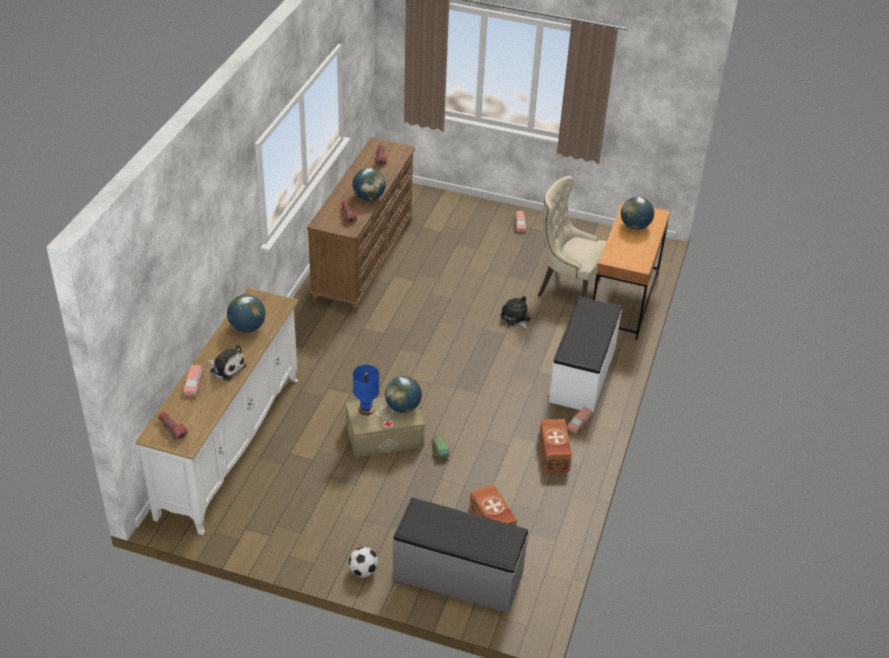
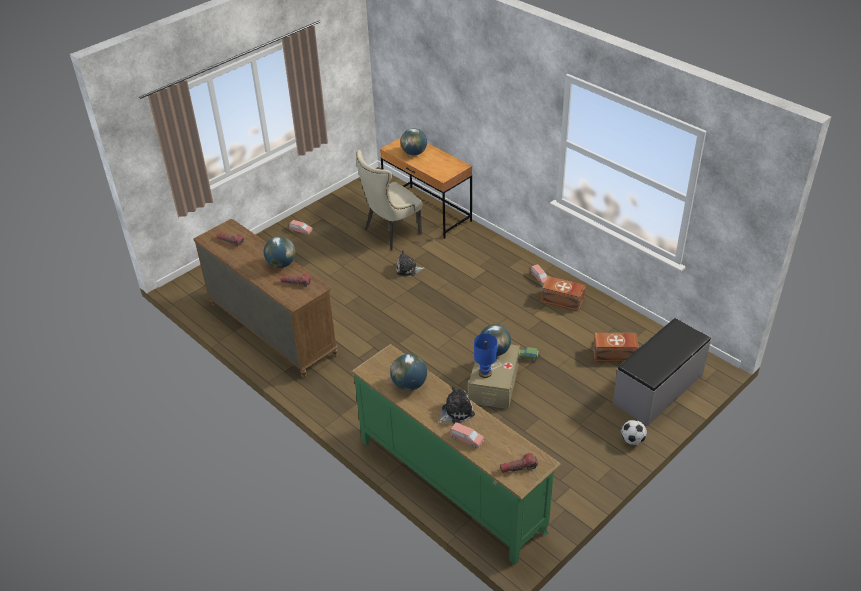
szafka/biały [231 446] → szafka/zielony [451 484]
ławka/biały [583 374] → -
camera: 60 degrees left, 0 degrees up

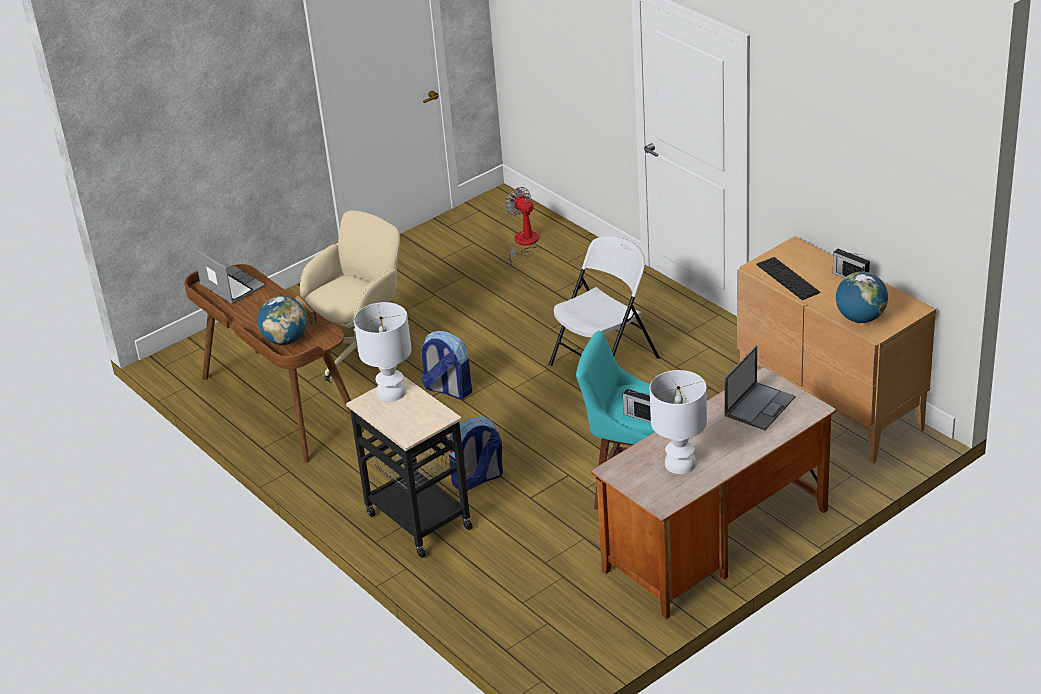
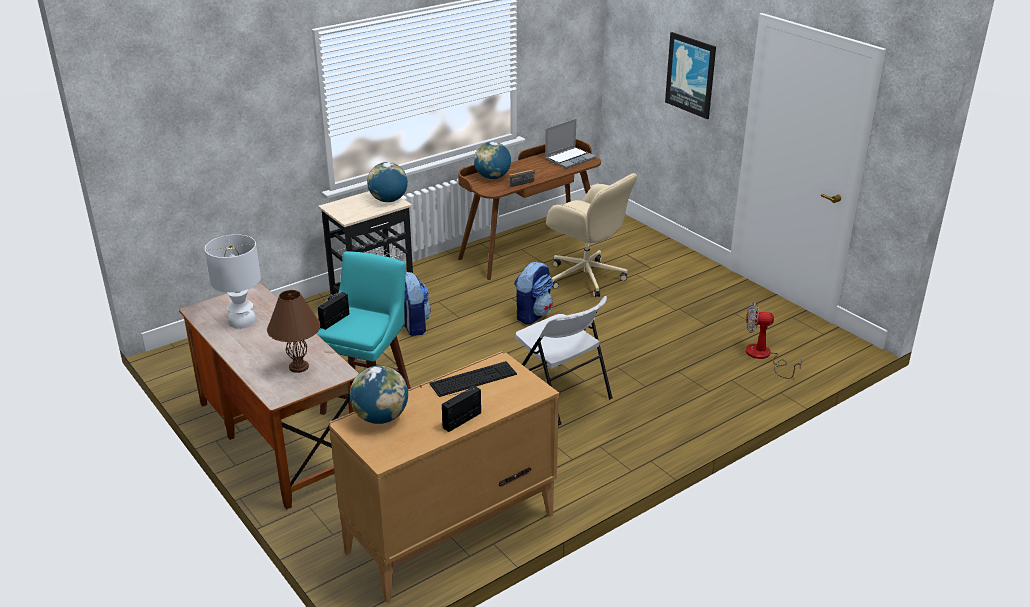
wentylator [524 244] → wentylator [764 357], 135 degrees counterclockwise
lampa stołowa/biały [390 393] → globus [388 200]
laptop [760 406] → lampa stołowa/brązowy [299 367]
- → obraz [691 75]
camera: 90 degrees right, 5 degrees down

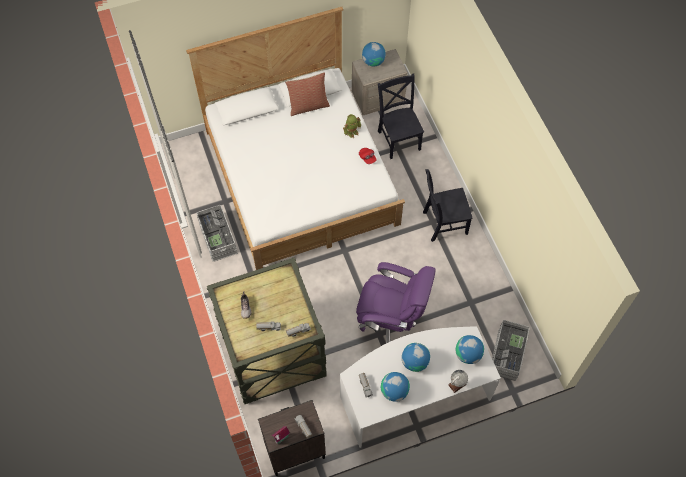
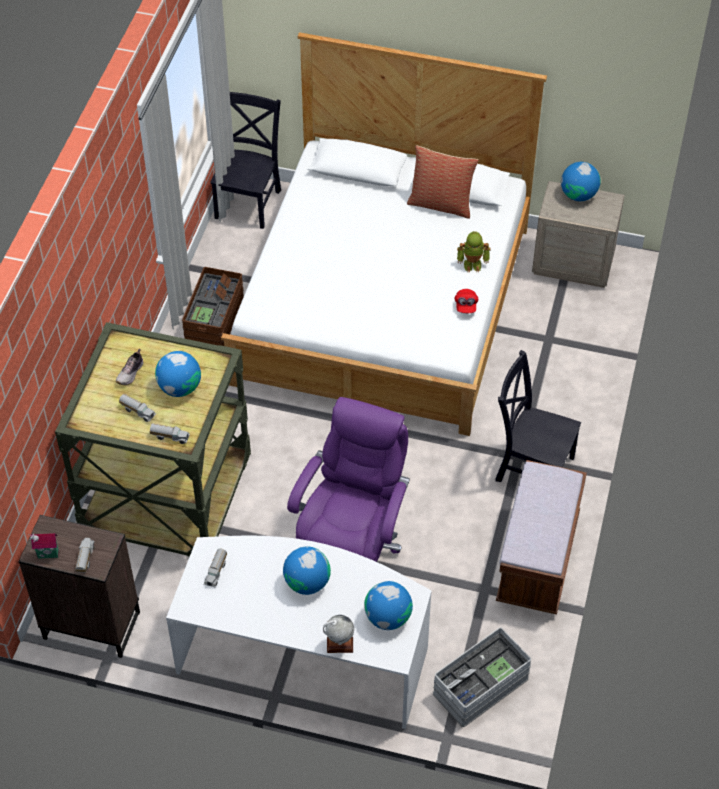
krzesło/czarny [398 138] → krzesło/czarny [249 202], shifted
pojemnik do przechowywania/szary [217 238] → pojemnik do przechowywania/brązowy [213 318]
krzesło biurowe/fioletowy [390 320] → krzesło biurowe/fioletowy [352 545], 120 degrees counterclockwise
globus [394 391] → globus [180 387], shifted
- → ławka/brązowy [538 559]
camera: 35 degrees right, 10 degrees down

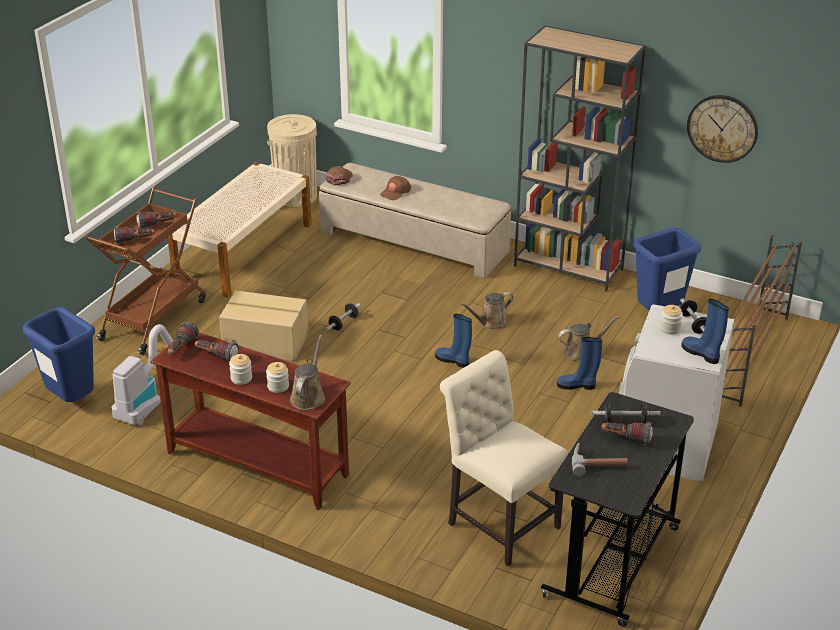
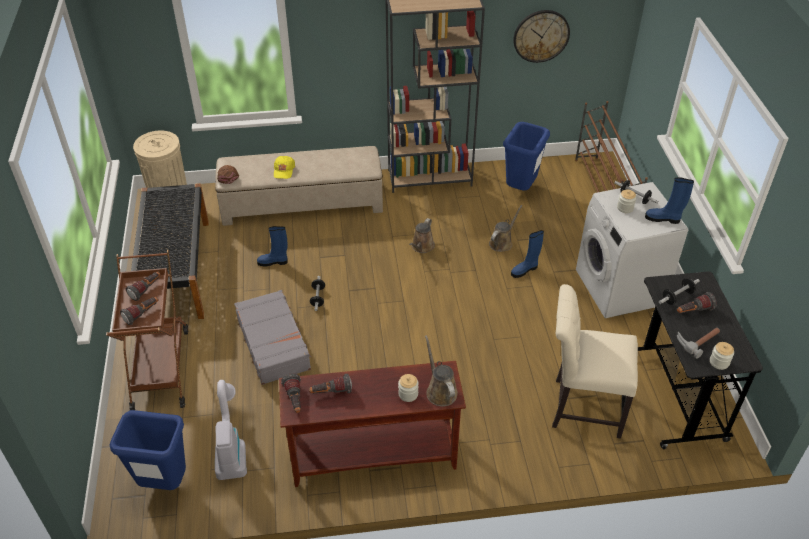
ławka/beżowy [243 251] → ławka/czarny [176 270]
czapka z daszkiem/brązowy [395 192] → czapka z daszkiem/żółty [284 170]
karton [266 341] → walizka/szary [274 343]
but z cholewką/niebieski [453 361] → but z cholewką/niebieski [273 262], shifted
słoik [241 378] → słoik [719 362], shifted
camera: 35 degrees left, 10 degrees up

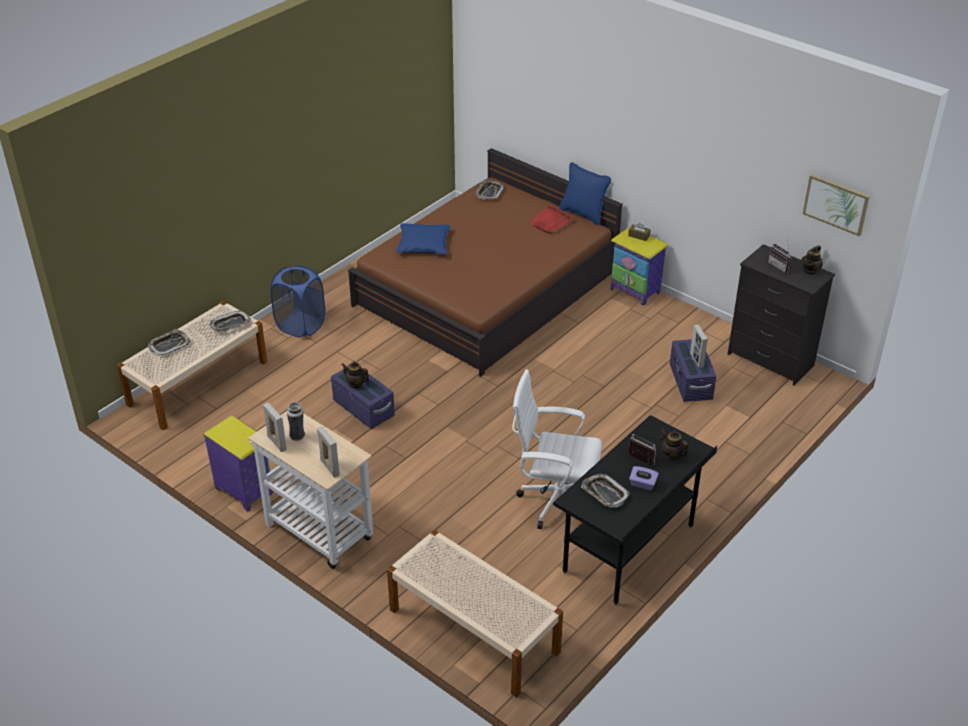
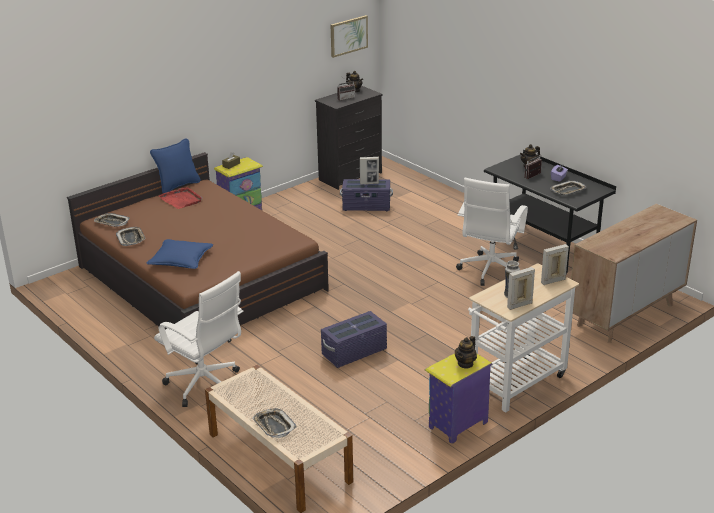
kosz na pranie/niebieski [300 325] → krzesło biurowe/biały [206 386]
taca [230 325] → taca [131 239], shifted
imbryk [356 384] → imbryk [465 363], shifted
ławka/beżowy [473 631] → komoda [626 315]
camera: 80 degrees left, 10 degrees down

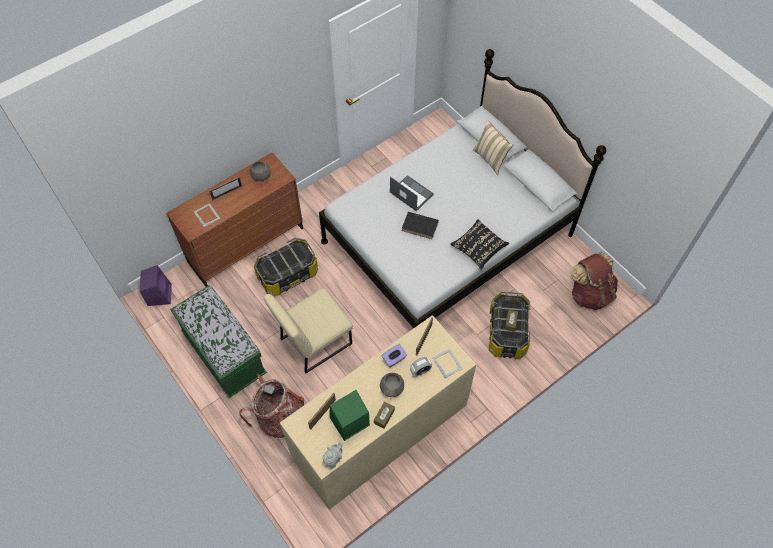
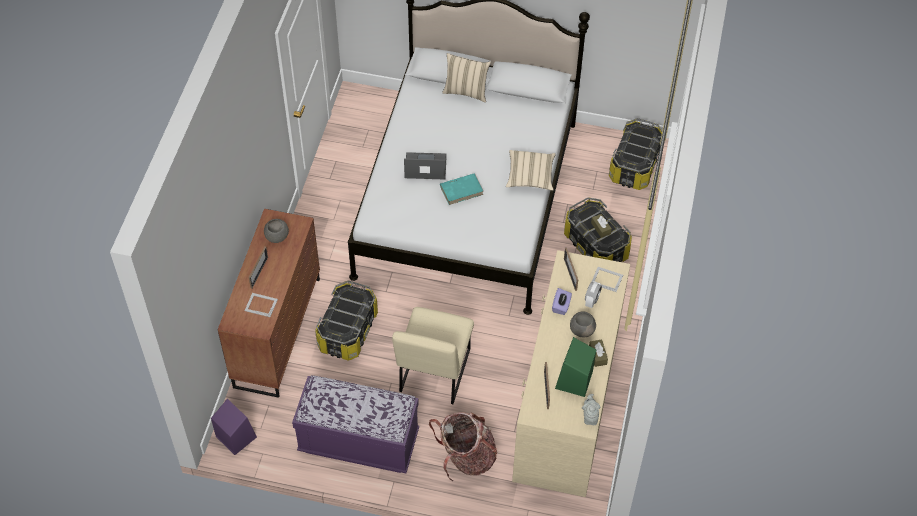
książka/czarny [420 226] → książka/turkusowy [461 190]
poduszka/czarny [478 248] → poduszka/beżowy [530 176]
plecak/brązowy [590 293] → pojemnik do przechowywania [634 165]
ławka/zielony [224 354] → ławka/fioletowy [358 442]
camera: 40 degrees left, 5 degrees down

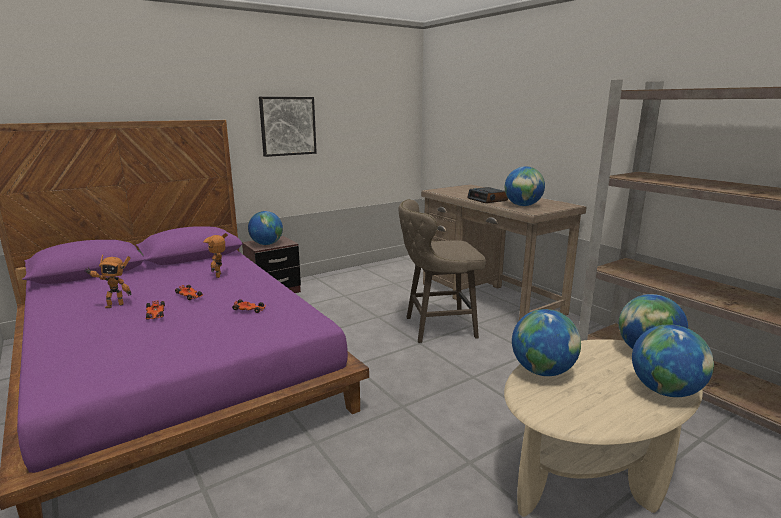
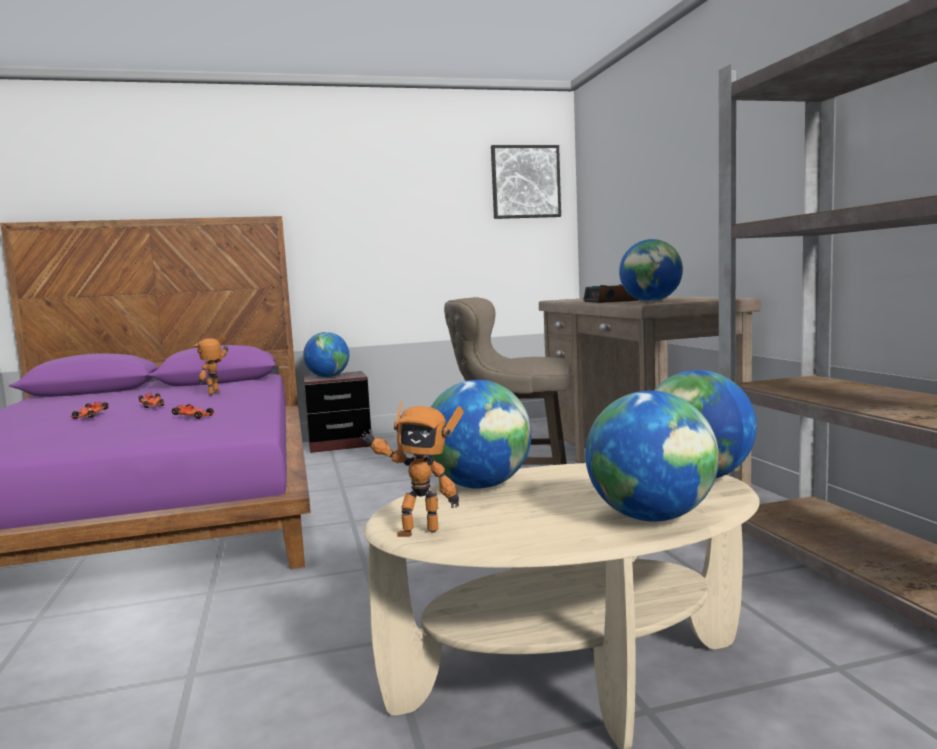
obraz [288 126] → obraz [525 182], shifted
robot zabawkowy [114 305] → robot zabawkowy [417 531], shifted
camera: 20 degrees right, 10 degrees down

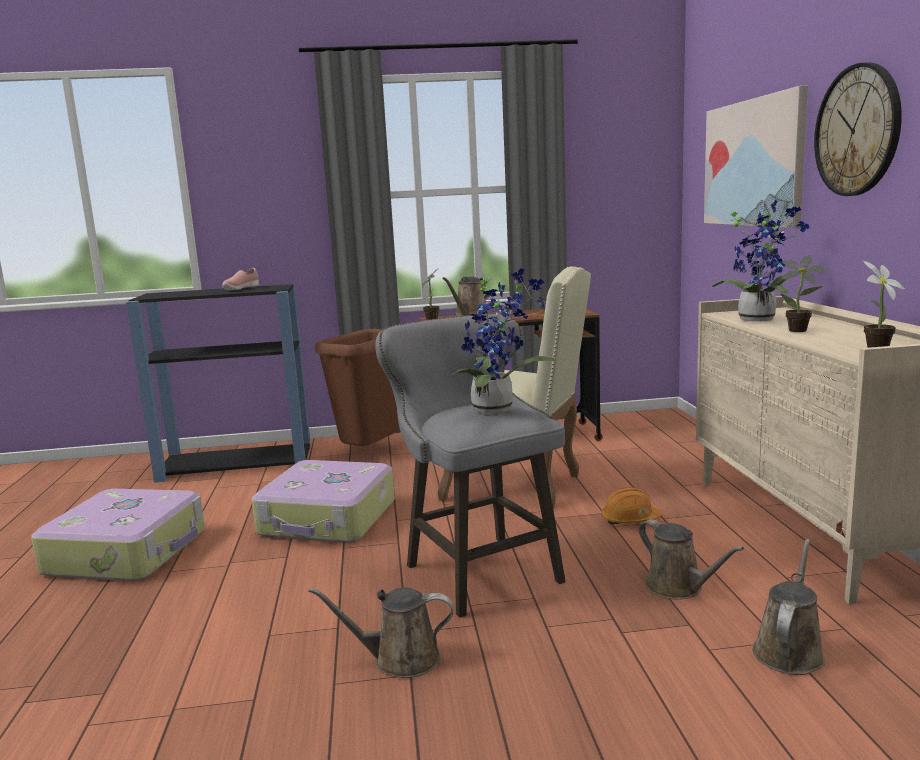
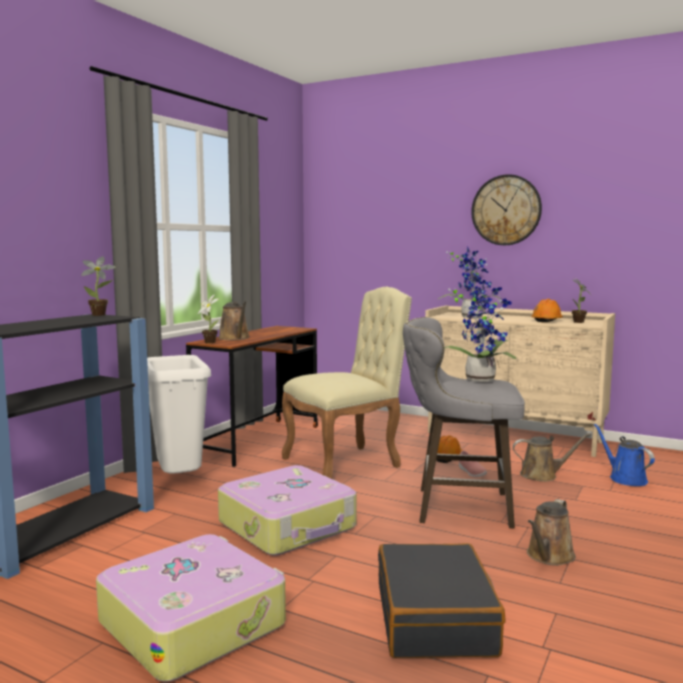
obraz [753 163] → -
roślina doniczkowa [800 331] → roślina doniczkowa [101 315], shifted
but/różowy [241 289] → but/różowy [471 473], shifted
kosz na śmieci/brązowy [371 454] → kosz na śmieci/biały [180 481]
konewka/brązowy [789 650] → konewka/niebieski [625 478]
- → kask/pomarańczowy [547 320]
- → walizka/czarny [435 618]
camera: 55 degrees left, 5 degrees down

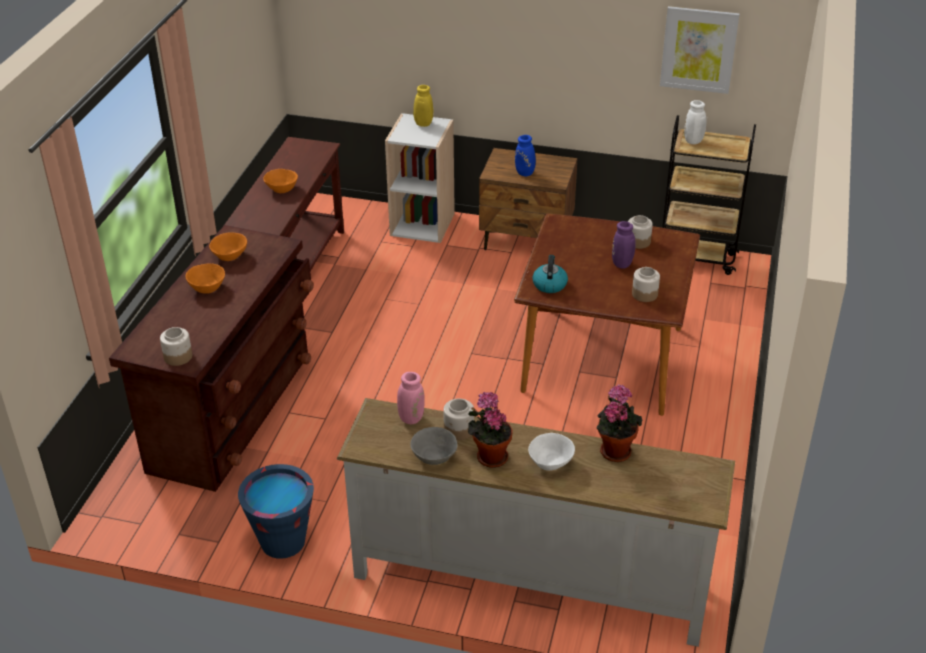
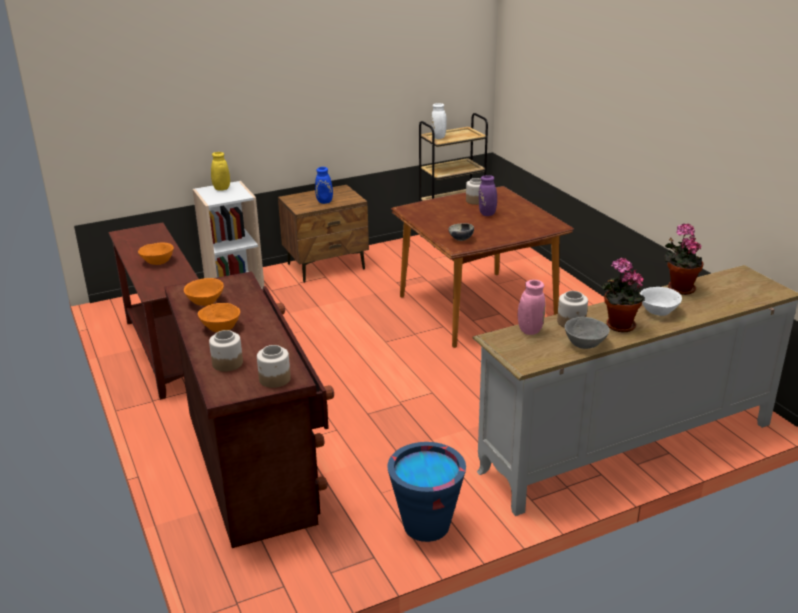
obraz [698 49] → -
czajnik [549 284] → miska [461 239]
słoik [644 294] → słoik [227 363], shifted
camera: 40 degrees left, 10 degrees down

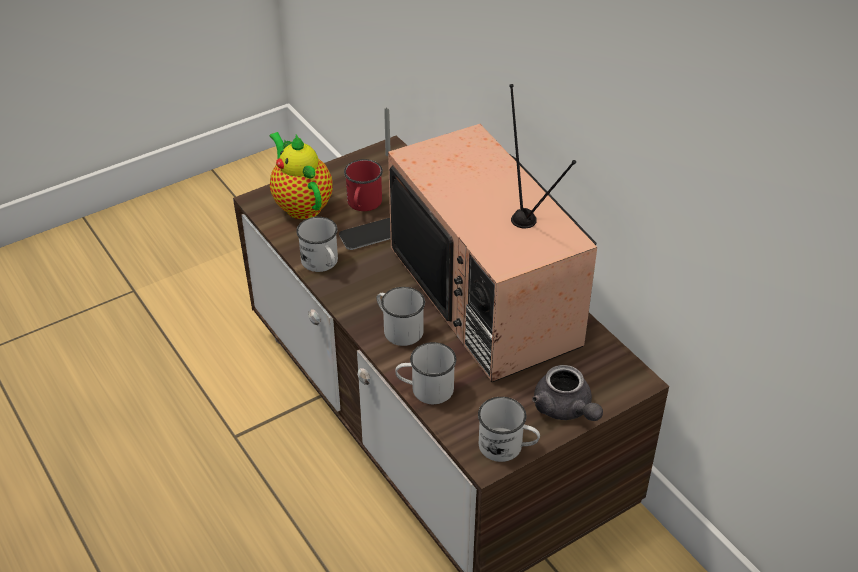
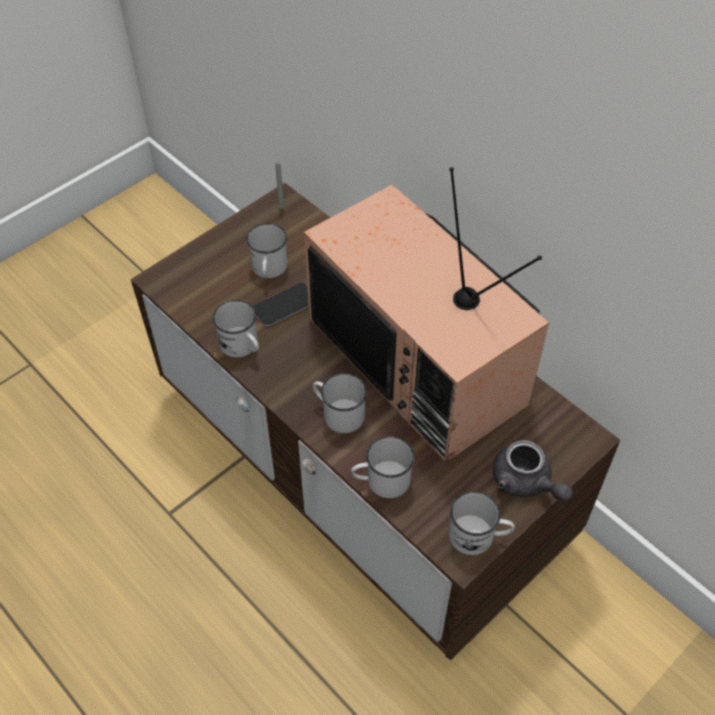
imbryk [301 204] → -
kubek/czerwony [363 204] → kubek/biały [268 270]
camera: 10 degrees left, 10 degrees up

